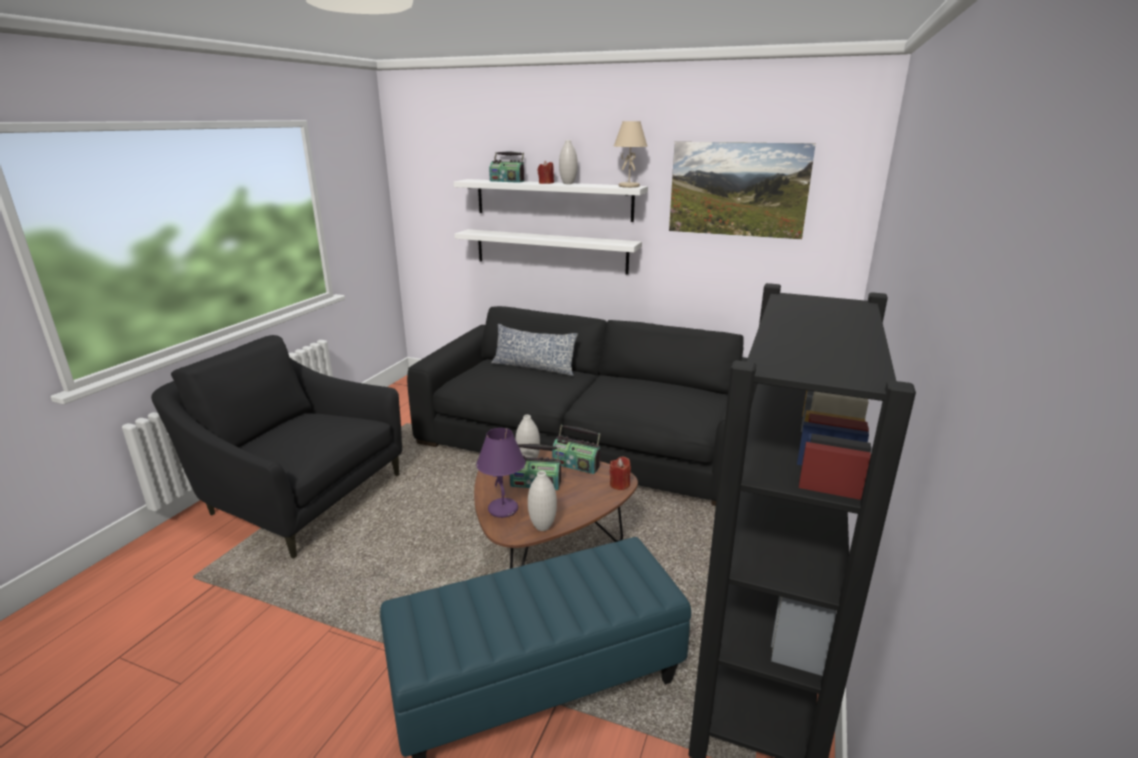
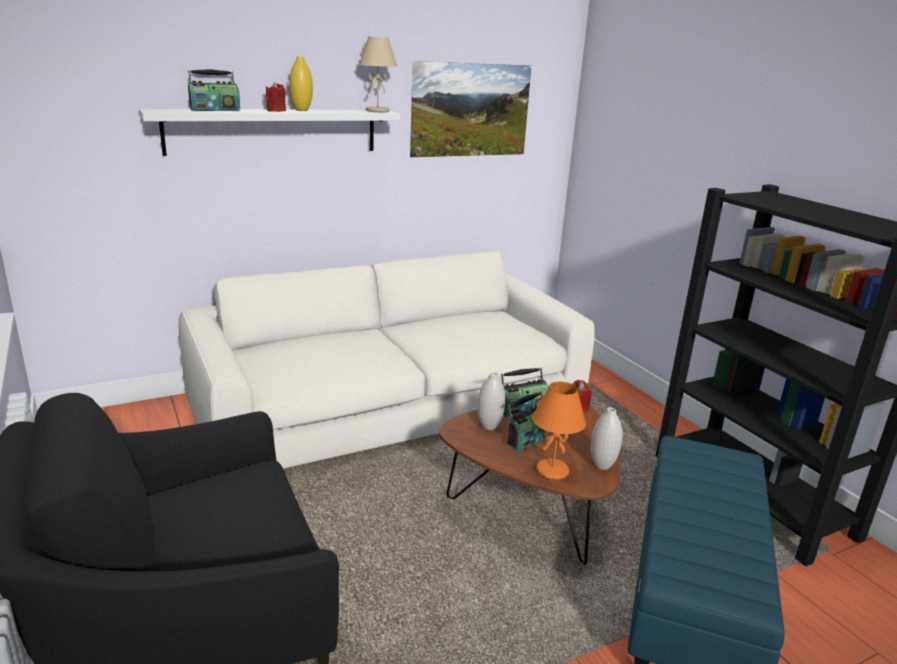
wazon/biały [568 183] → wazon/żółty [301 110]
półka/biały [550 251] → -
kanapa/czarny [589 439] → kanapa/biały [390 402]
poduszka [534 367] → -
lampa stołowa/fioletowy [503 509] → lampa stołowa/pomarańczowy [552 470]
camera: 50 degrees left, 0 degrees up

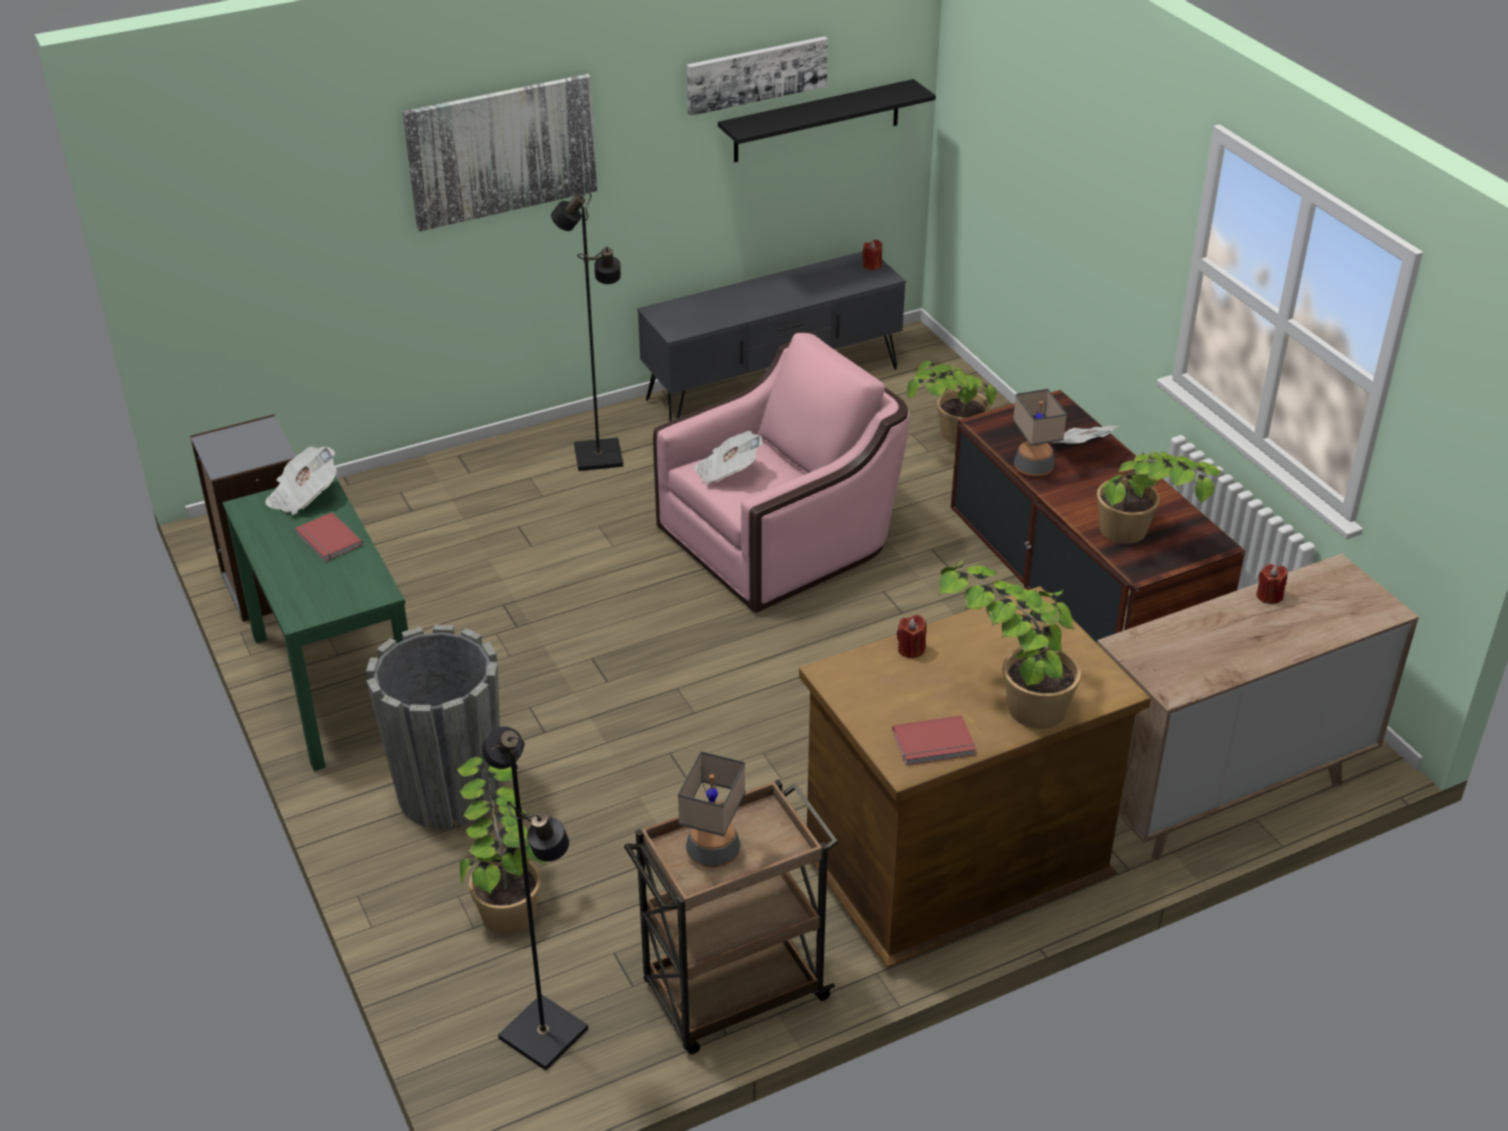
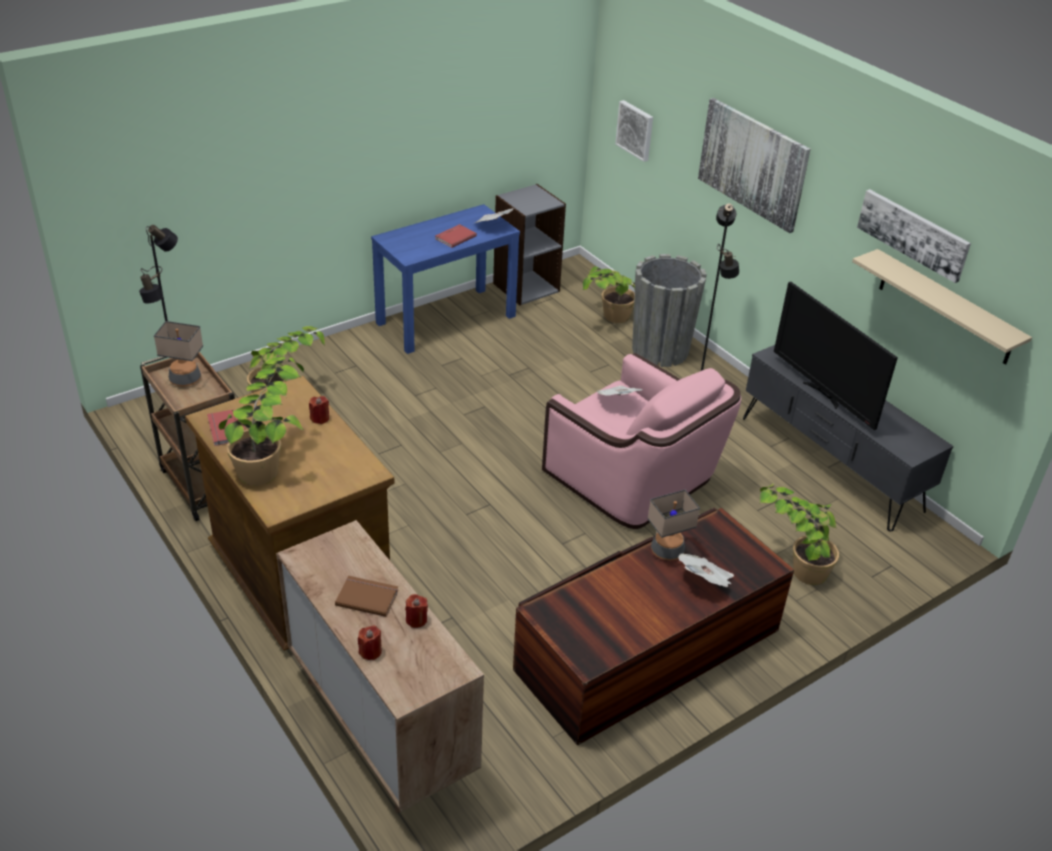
półka/czarny [817 121] → półka/beżowy [945 307]
świeca/czerwony [872 265] → świeca/czerwony [370 651], shifted
roślina doniczkowa [1141 542] → roślina doniczkowa [606 321], shifted
stolik konsolowy/zielony [335 683] → stolik konsolowy/niebieski [446 319]
donica/szary [449 792] → donica/szary [660 350], shifted
- → obraz [636 130]
- → telewizor [823 394]
- → książka/brązowy [367 596]
camera: 80 degrees right, 0 degrees up

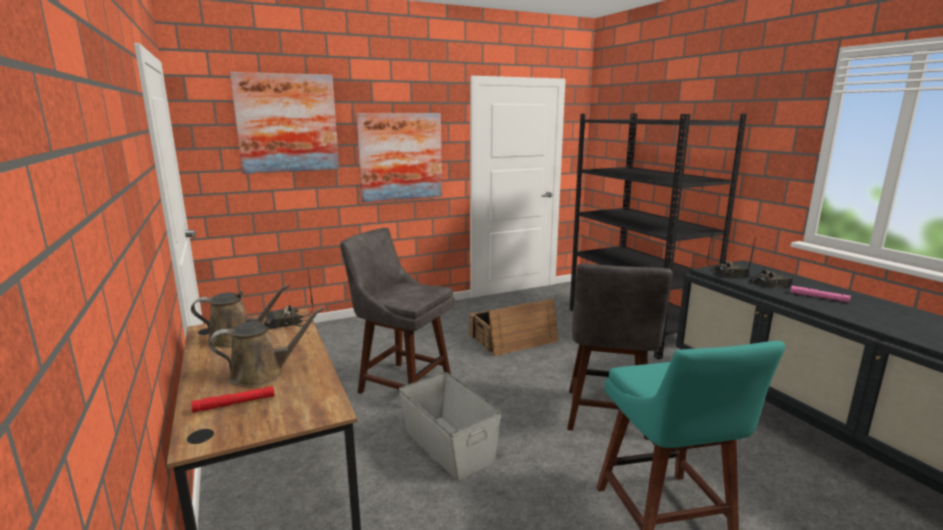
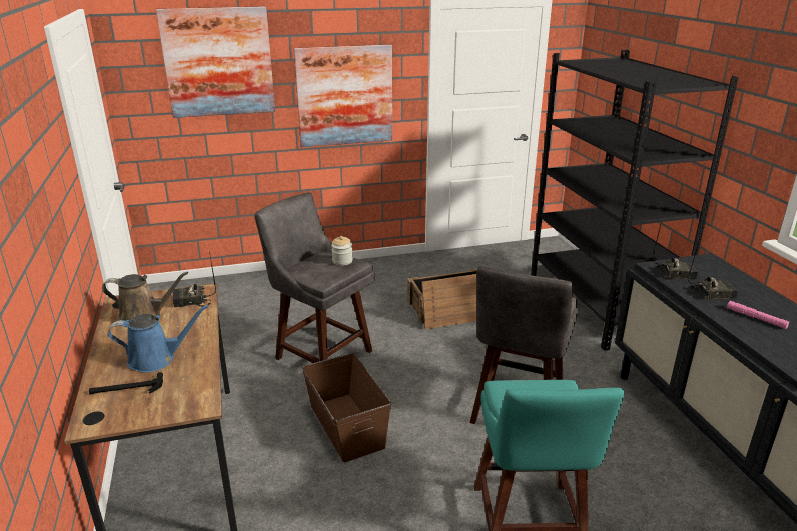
konewka/brązowy [262 374] → konewka/niebieski [156 359]
pojemnik do przechowywania/szary [449 445] → pojemnik do przechowywania/brązowy [347 425]
latarka/czerwony [235 403] → młotek [126 388]
- → słoik [342 261]
camera: 10 degrees right, 10 degrees up

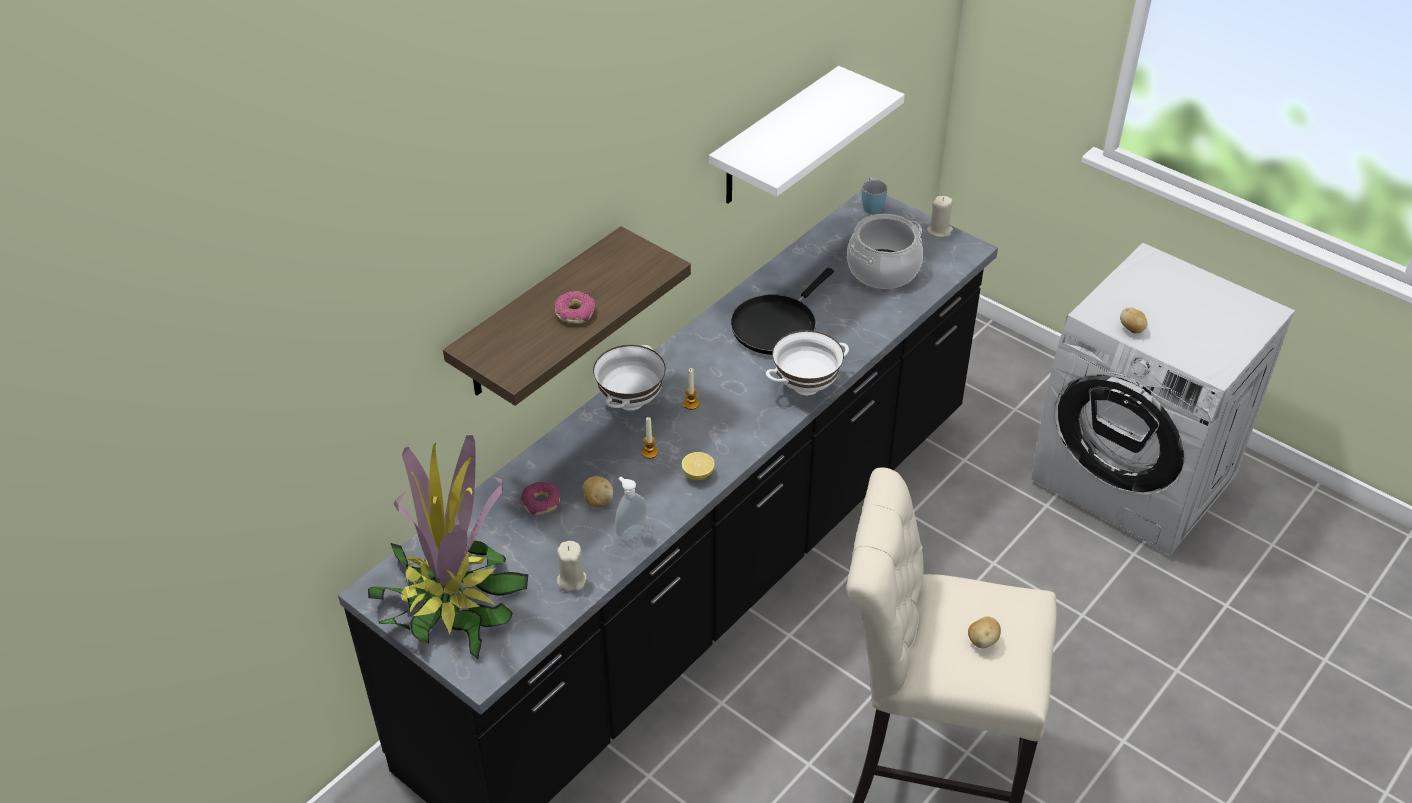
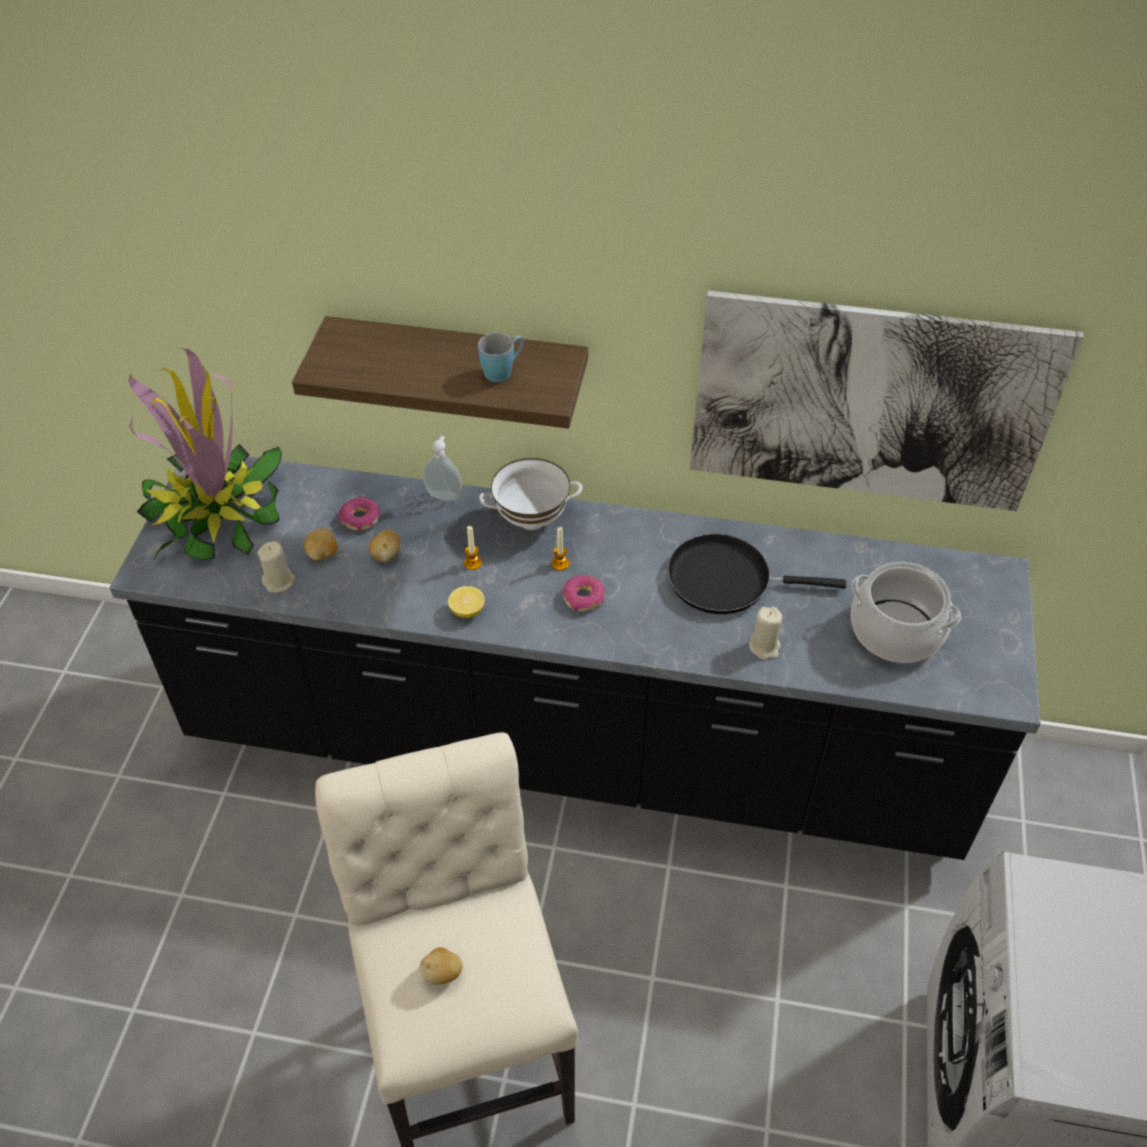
półka/biały [775 138] → obraz [870 403]
kubek/niebieski [871 206] → kubek/niebieski [503 371], shifted
świeca/beżowy [939 230] → świeca/beżowy [764 646], shifted
donut [575 313] → donut [584 598], shifted
ziemniak [1131 329] → ziemniak [323 554], shifted
miska/biały [806 387] → -
dozownik mydła [630 531] → dozownik mydła [444 494], shifted
camera: 60 degrees right, 5 degrees up

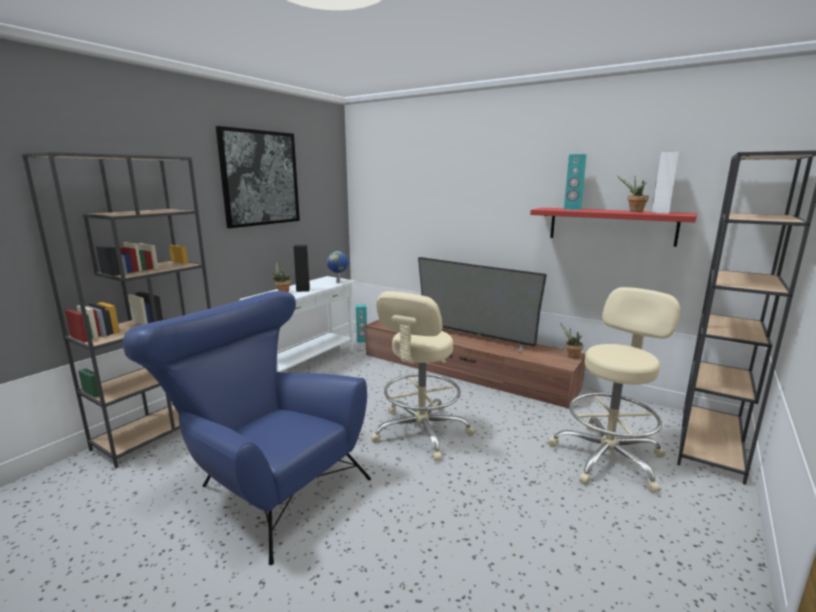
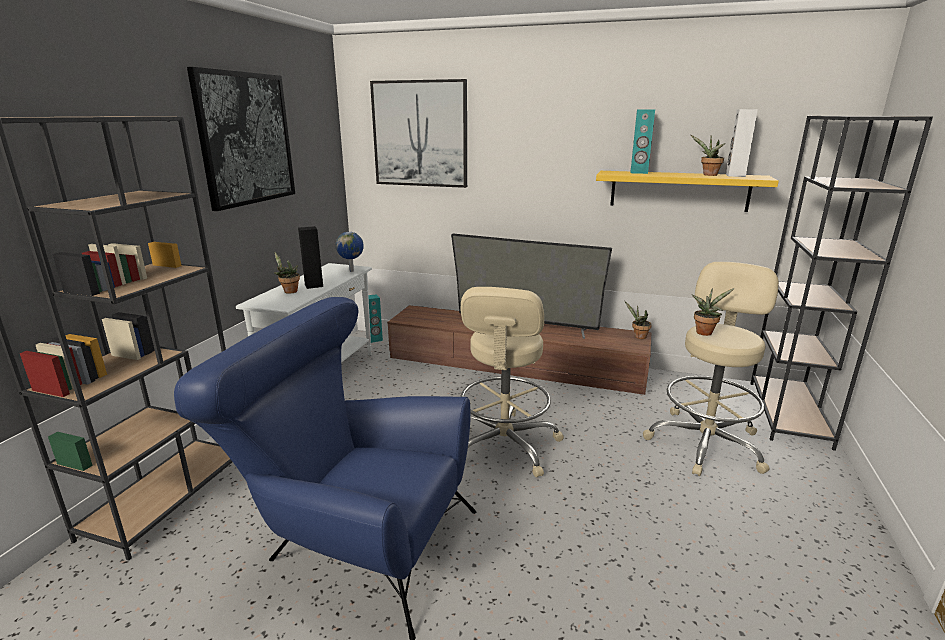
półka/czerwony [611 226] → półka/żółty [679 190]
- → obraz [420 134]
- → roślina doniczkowa [705 332]
camera: 15 degrees left, 5 degrees up

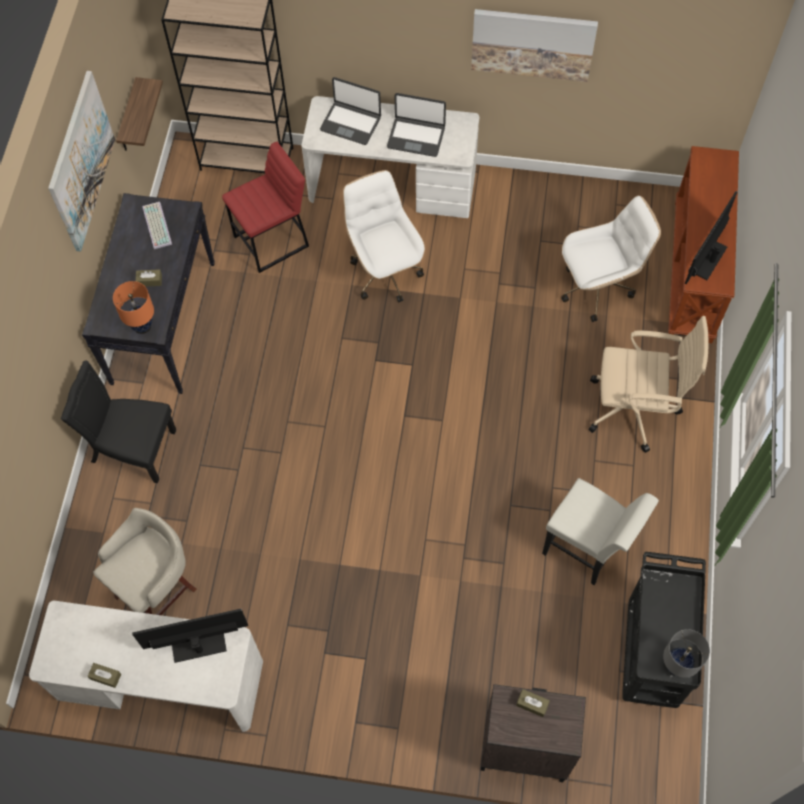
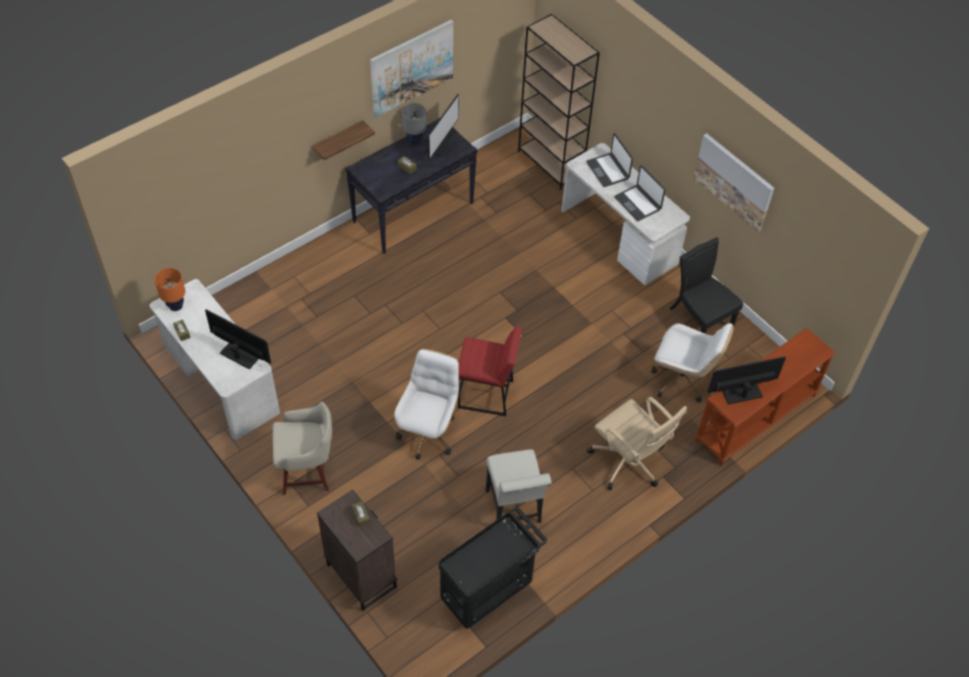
półka [128 118] → półka [338 141], shifted
krzesło/czerwony [273 240] → krzesło/czerwony [487 394], shifted
krzesło biurowe/biały [384 271] → krzesło biurowe/biały [429 432], shifted
klawiatura [156 225] → monitor [440 143]
lampa stołowa/pomarańczowy [142 326] → lampa stołowa/pomarańczowy [175 306], shifted
krzesło/czarny [135 449] → krzesło/czarny [700 320], shifted
stołek/beżowy [159 591] → stołek/beżowy [308 474], shifted
lampa stołowa/szary [677 666] → lampa stołowa/szary [415 140], shifted
camera: 40 degrees right, 10 degrees down

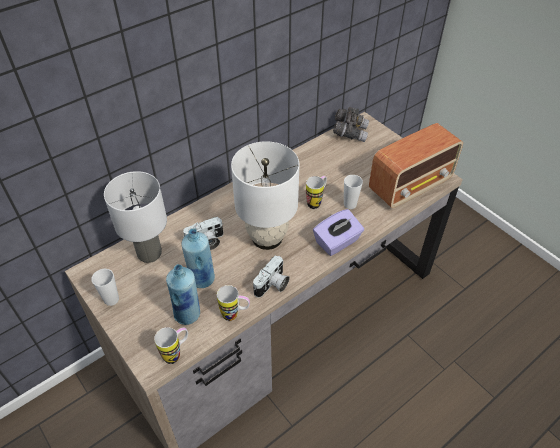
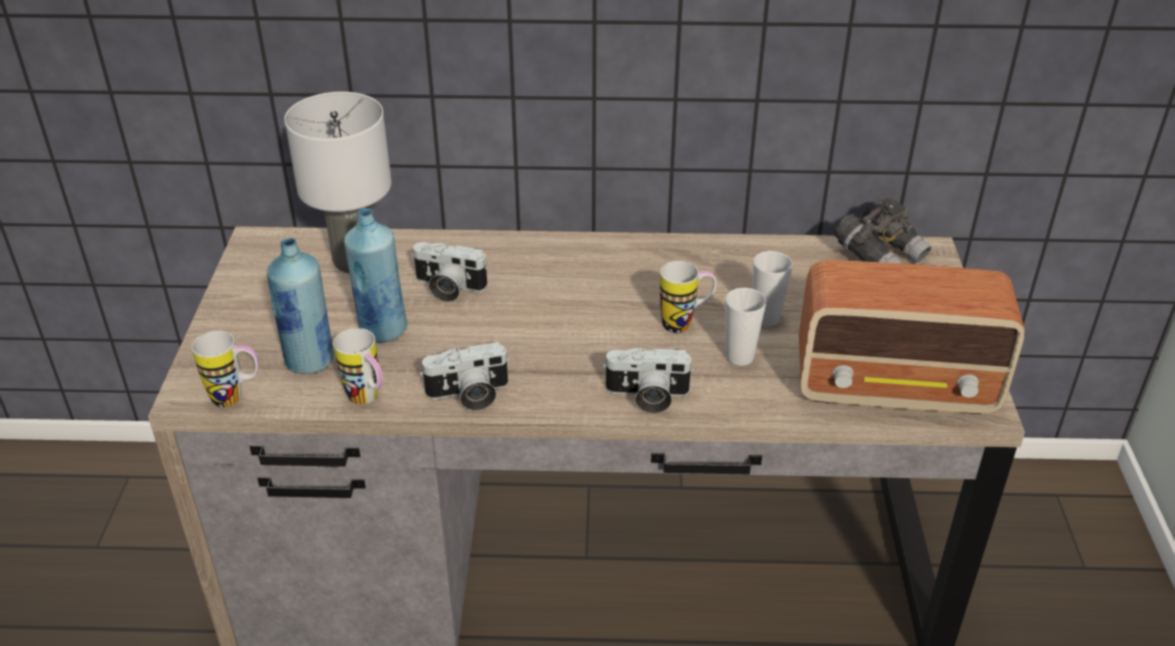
lampa stołowa/biały [266 238] → -
pudełko chusteczek/fioletowy [337 242] → aparat fotograficzny [647 397]
filiżanka [111 299] → filiżanka [766 318], shifted
camera: 40 degrees right, 10 degrees down

